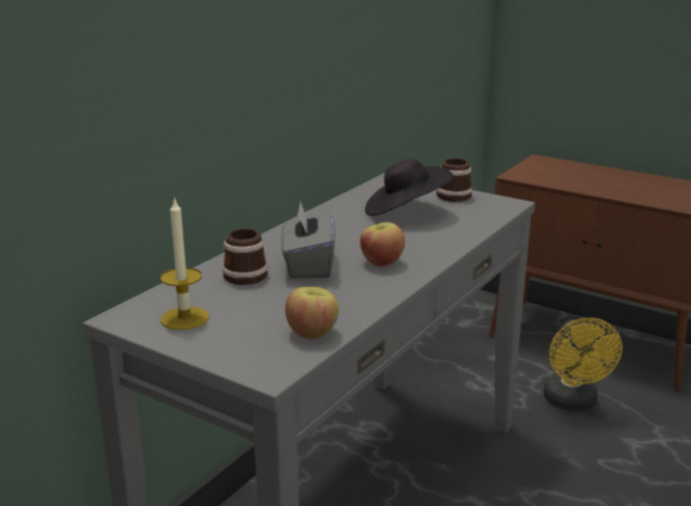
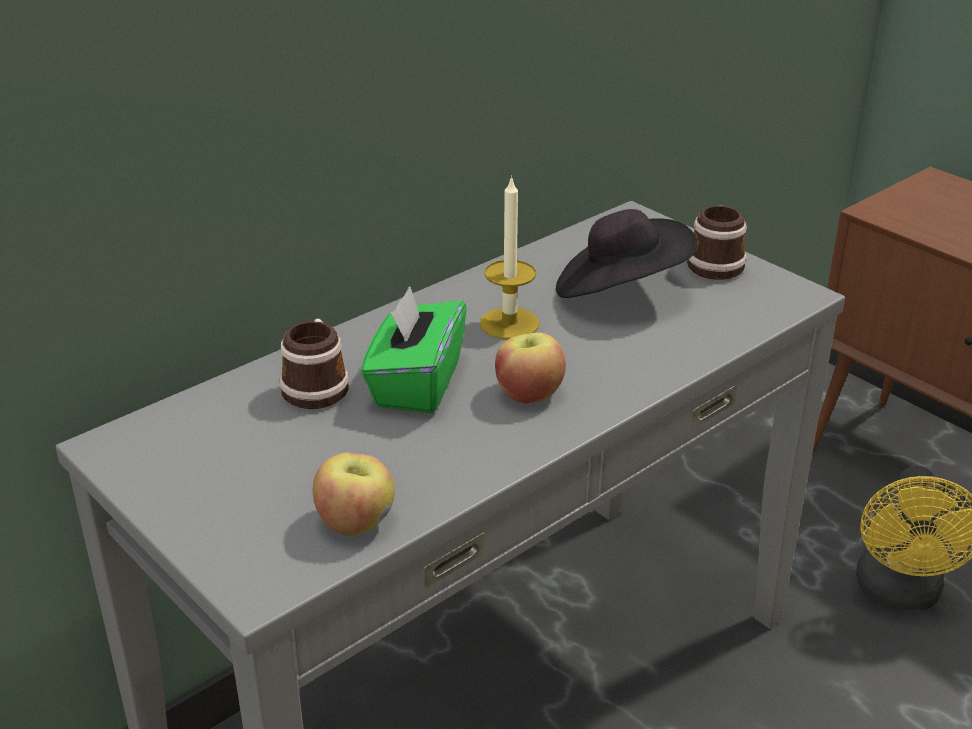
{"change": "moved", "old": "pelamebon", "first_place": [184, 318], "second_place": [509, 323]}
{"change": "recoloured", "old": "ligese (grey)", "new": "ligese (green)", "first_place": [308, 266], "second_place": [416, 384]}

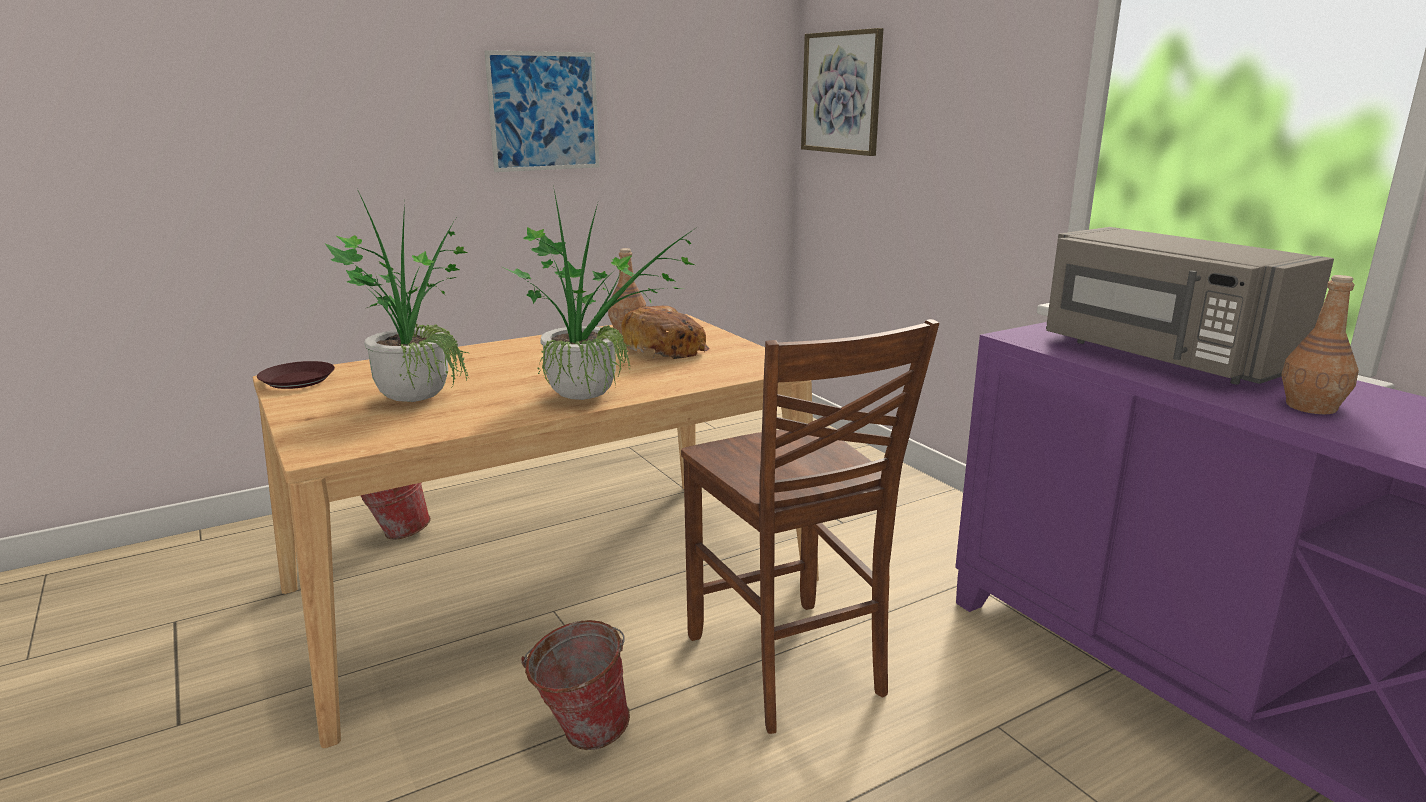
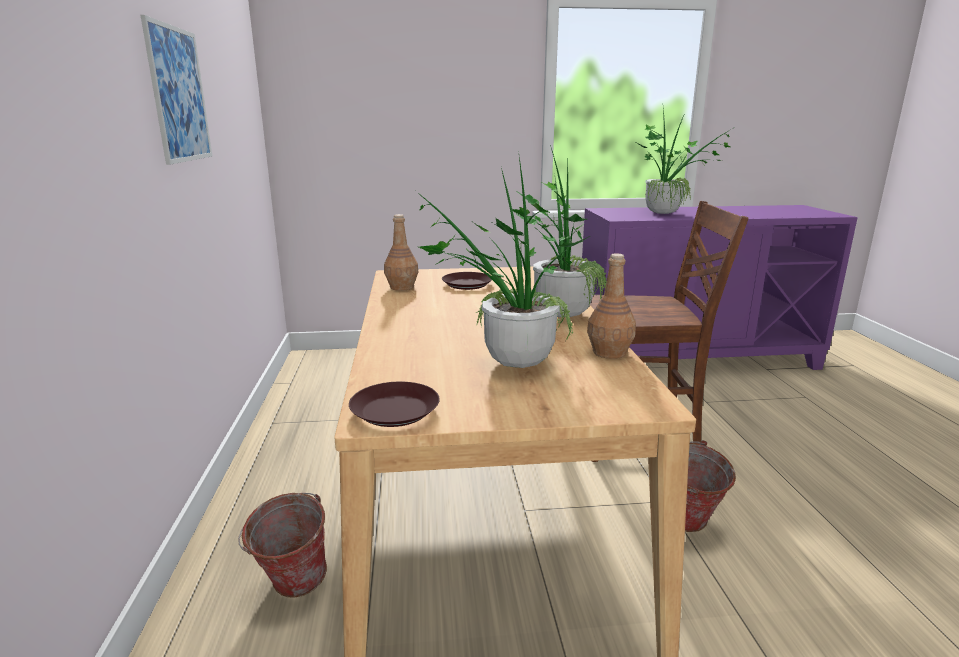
{"change": "replaced", "old": "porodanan", "new": "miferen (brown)", "first_place": [666, 349], "second_place": [467, 285]}
{"change": "removed", "old": "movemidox", "first_place": [841, 93]}
{"change": "replaced", "old": "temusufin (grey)", "new": "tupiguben", "first_place": [1160, 357], "second_place": [668, 213]}
{"change": "moved", "old": "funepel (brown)", "first_place": [1311, 406], "second_place": [609, 352]}

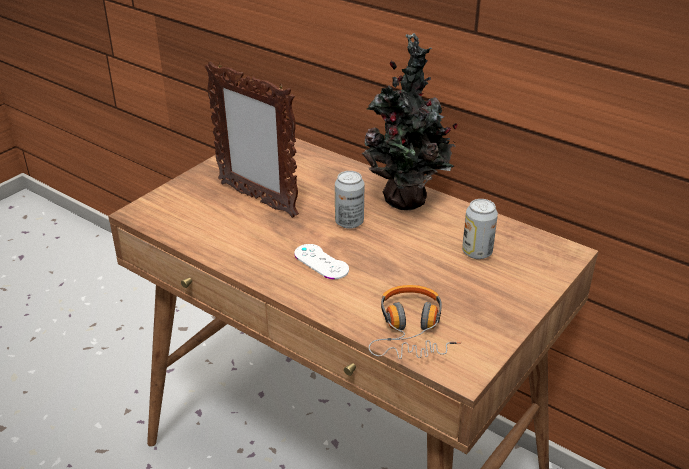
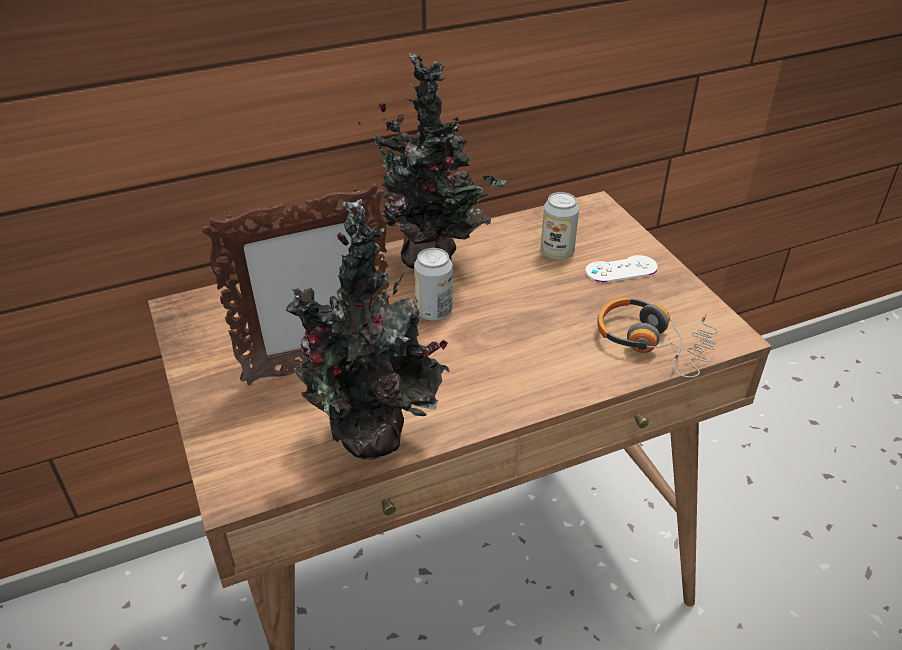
{"change": "moved", "old": "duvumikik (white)", "first_place": [321, 262], "second_place": [621, 269]}
{"change": "added", "new": "tupiguben", "second_place": [373, 442]}

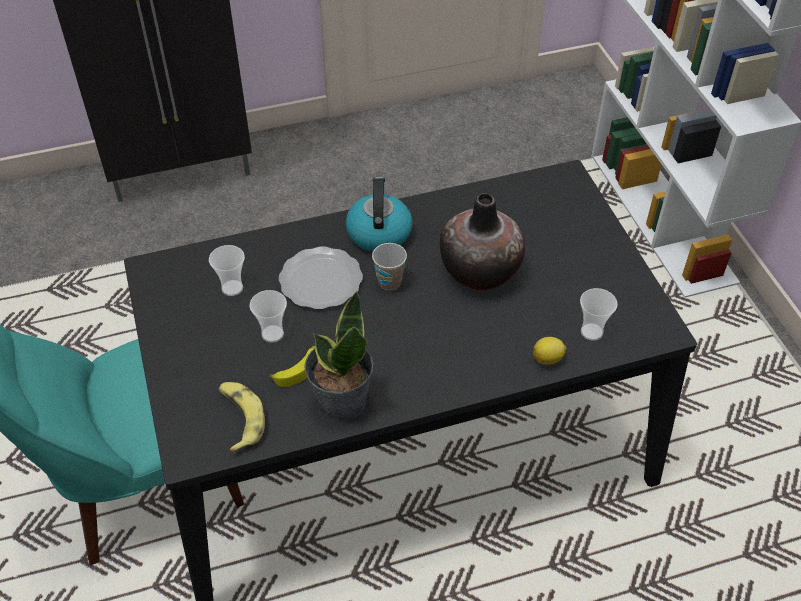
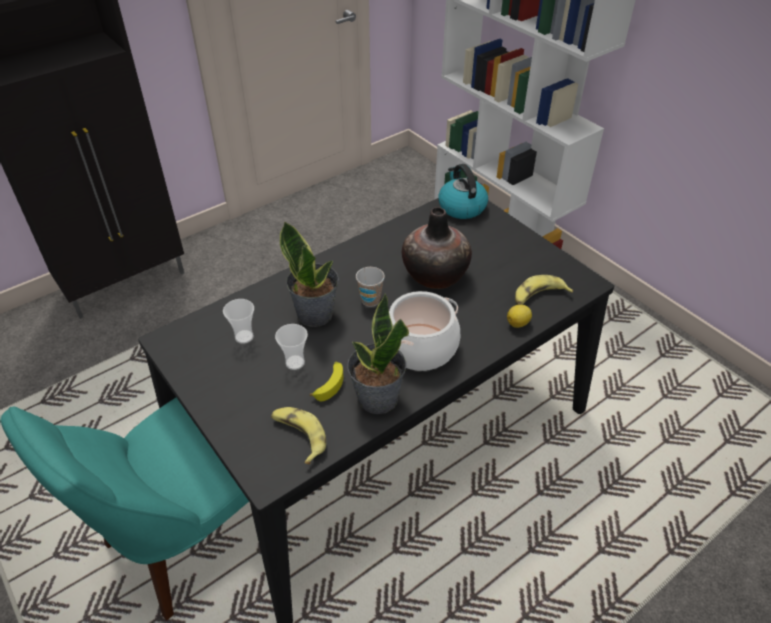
{"change": "replaced", "old": "miferen", "new": "tupiguben", "first_place": [321, 281], "second_place": [315, 313]}
{"change": "moved", "old": "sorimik", "first_place": [378, 232], "second_place": [461, 207]}
{"change": "replaced", "old": "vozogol", "new": "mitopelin", "first_place": [591, 332], "second_place": [538, 296]}
{"change": "added", "new": "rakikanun", "second_place": [420, 347]}

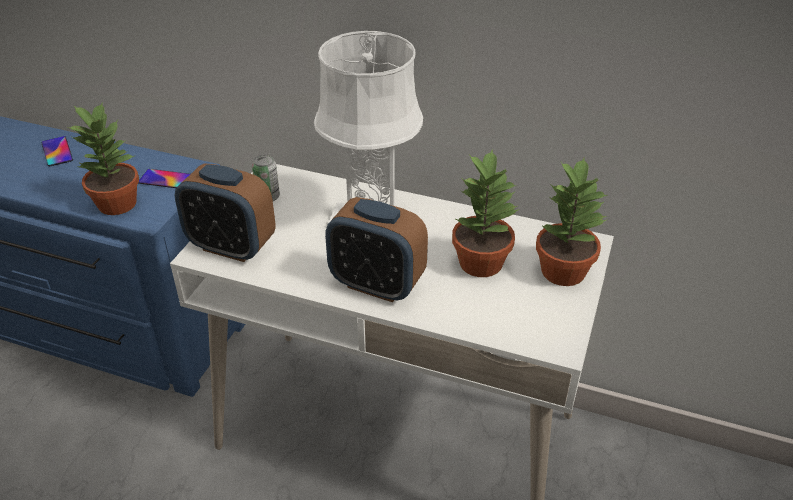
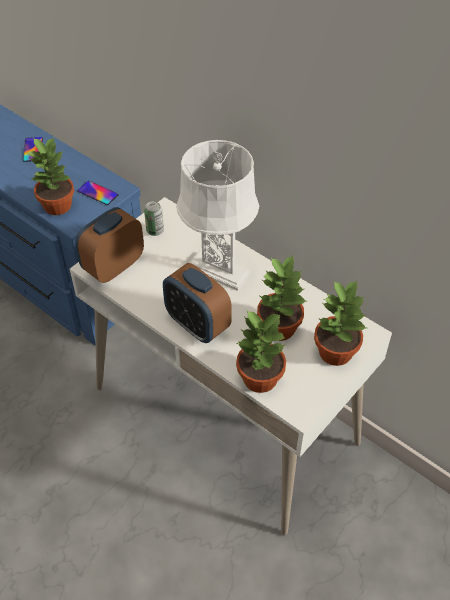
{"change": "turned", "old": "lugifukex", "first_place": [231, 247], "second_place": [113, 266], "degrees": 90}
{"change": "added", "new": "tupiguben", "second_place": [259, 378]}

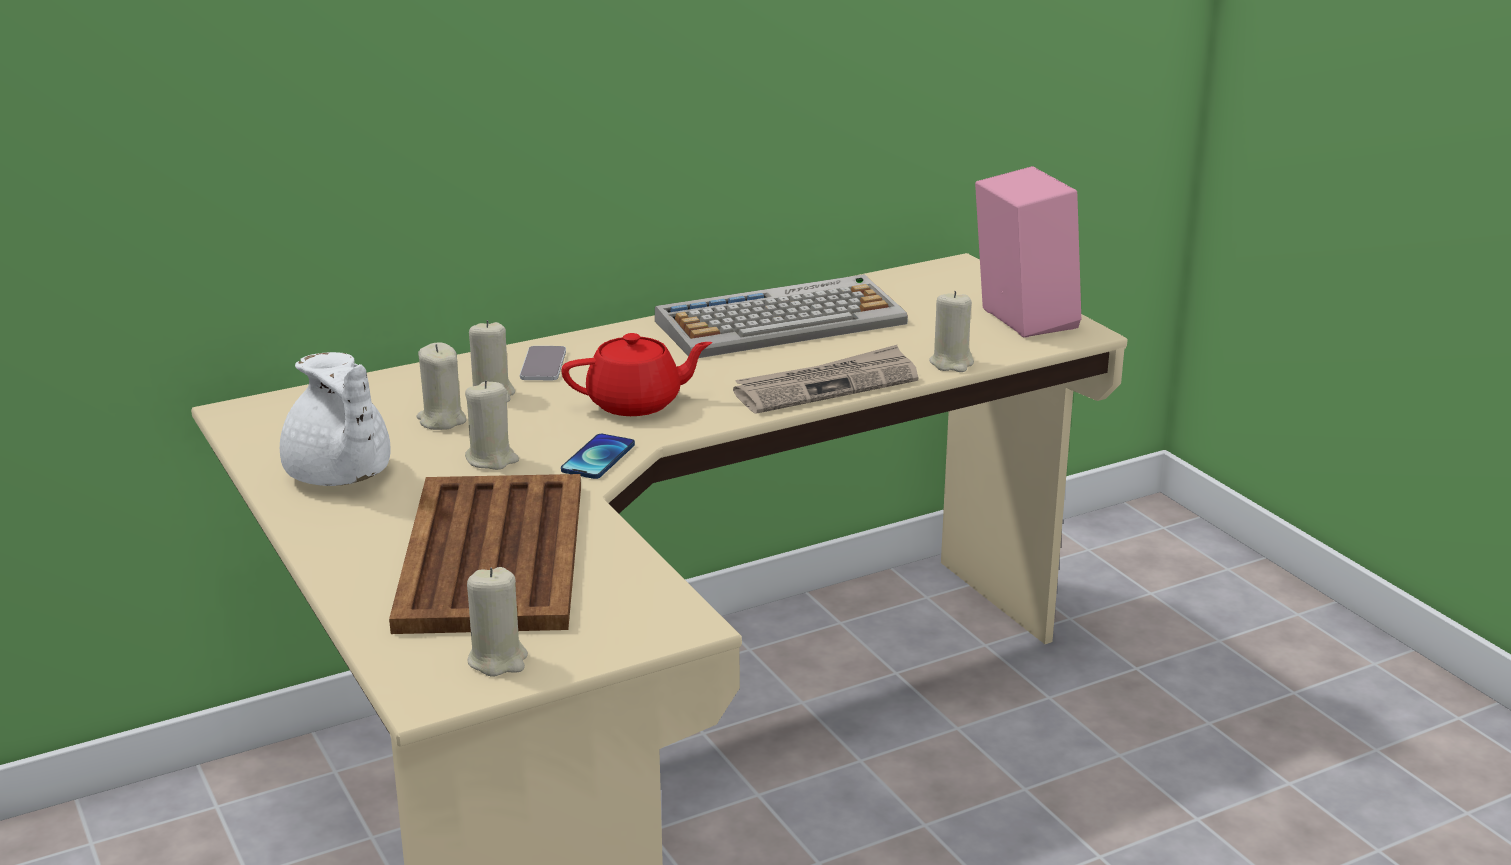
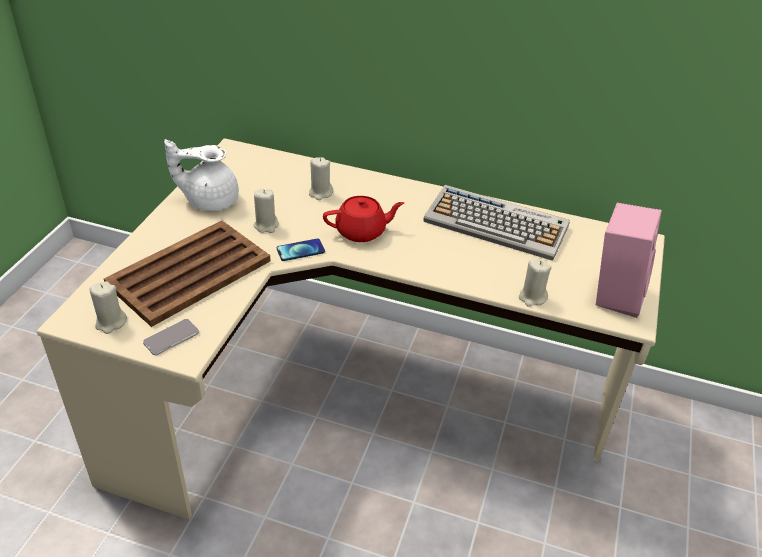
{"change": "turned", "old": "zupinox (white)", "first_place": [339, 476], "second_place": [210, 200], "degrees": 75}
{"change": "removed", "old": "pelamebon (beige)", "first_place": [441, 420]}
{"change": "moved", "old": "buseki", "first_place": [543, 365], "second_place": [171, 337]}
{"change": "turned", "old": "zupinox (red)", "first_place": [636, 403], "second_place": [362, 231], "degrees": -45}
{"change": "removed", "old": "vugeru", "first_place": [826, 386]}

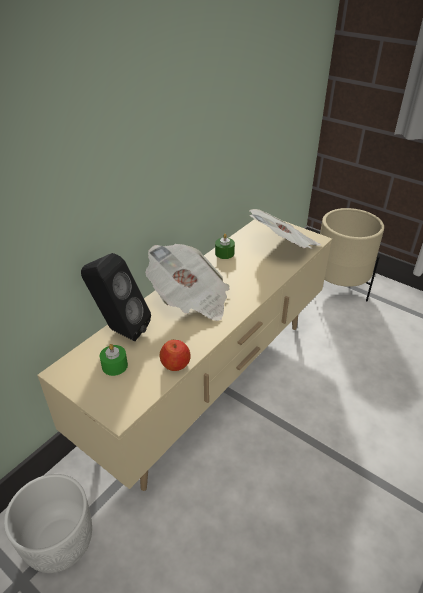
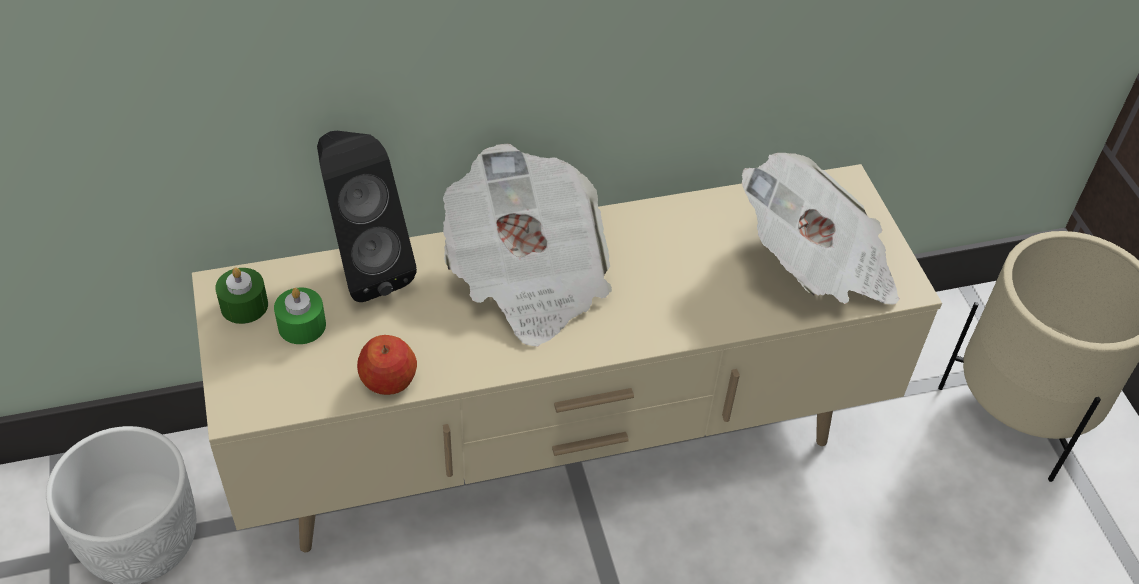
{"change": "moved", "old": "pelamebon (green)", "first_place": [224, 253], "second_place": [244, 305]}

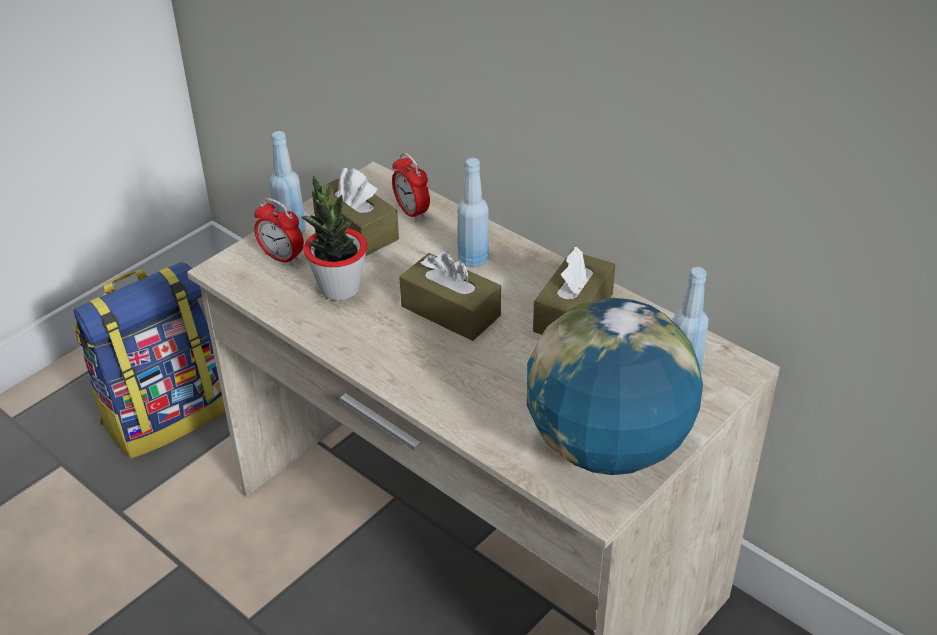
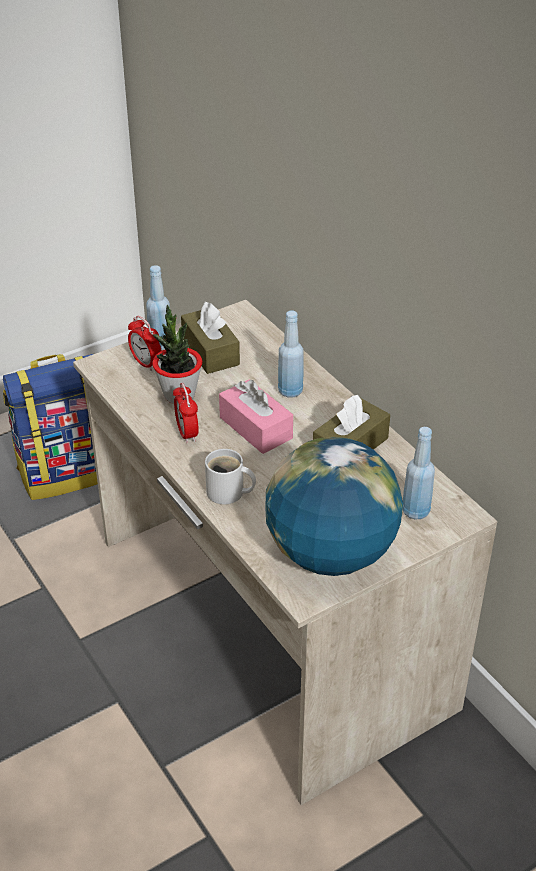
{"change": "moved", "old": "lugifukex", "first_place": [411, 212], "second_place": [187, 433]}
{"change": "recoloured", "old": "ligese (brown)", "new": "ligese (pink)", "first_place": [450, 311], "second_place": [255, 428]}
{"change": "added", "new": "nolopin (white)", "second_place": [228, 493]}

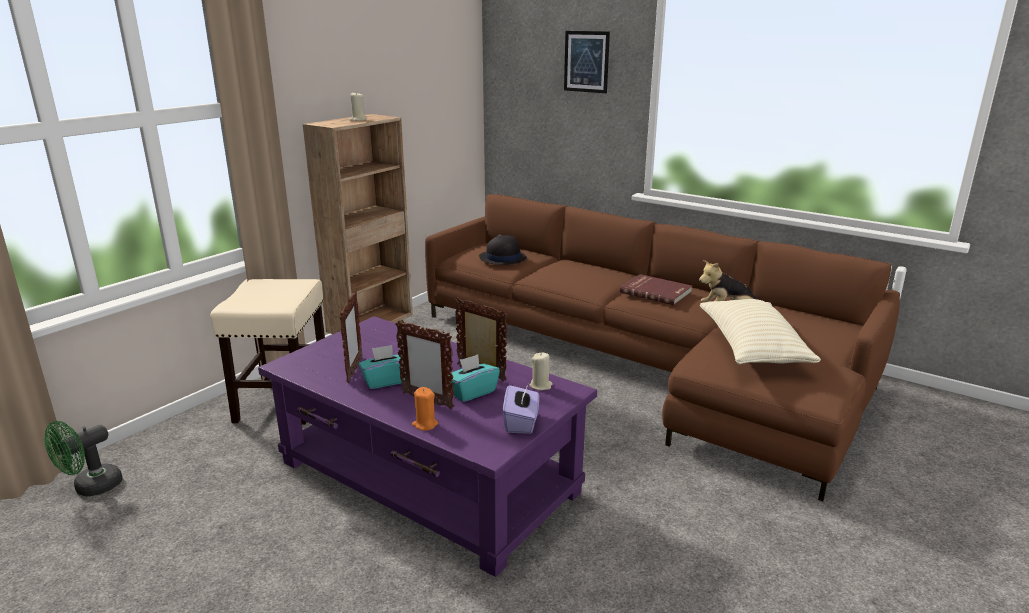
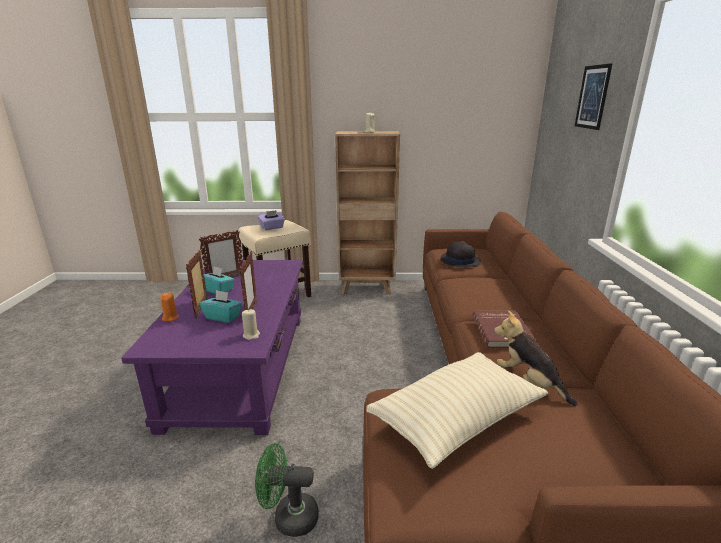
{"change": "moved", "old": "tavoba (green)", "first_place": [91, 488], "second_place": [289, 517]}
{"change": "moved", "old": "ligese (purple)", "first_place": [521, 422], "second_place": [272, 228]}

